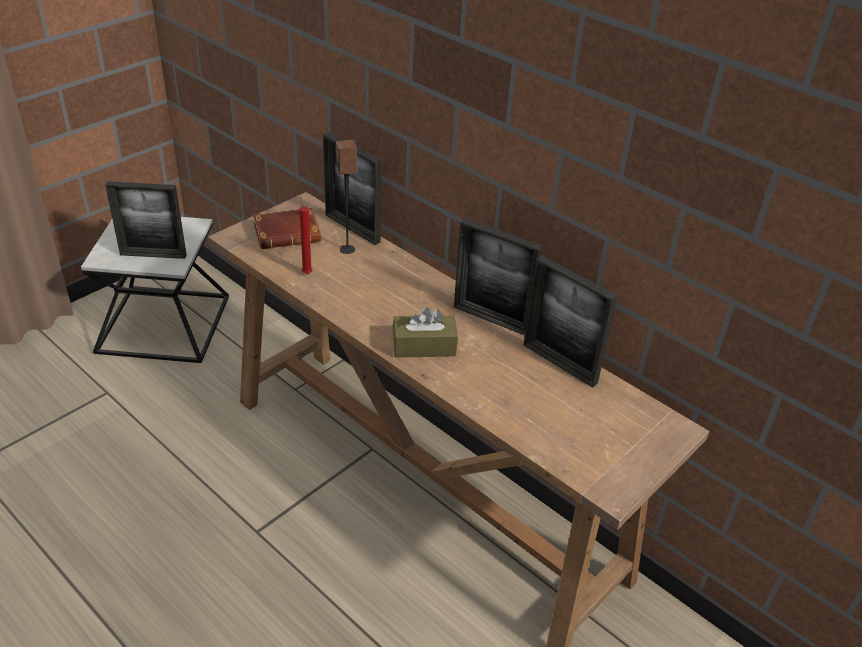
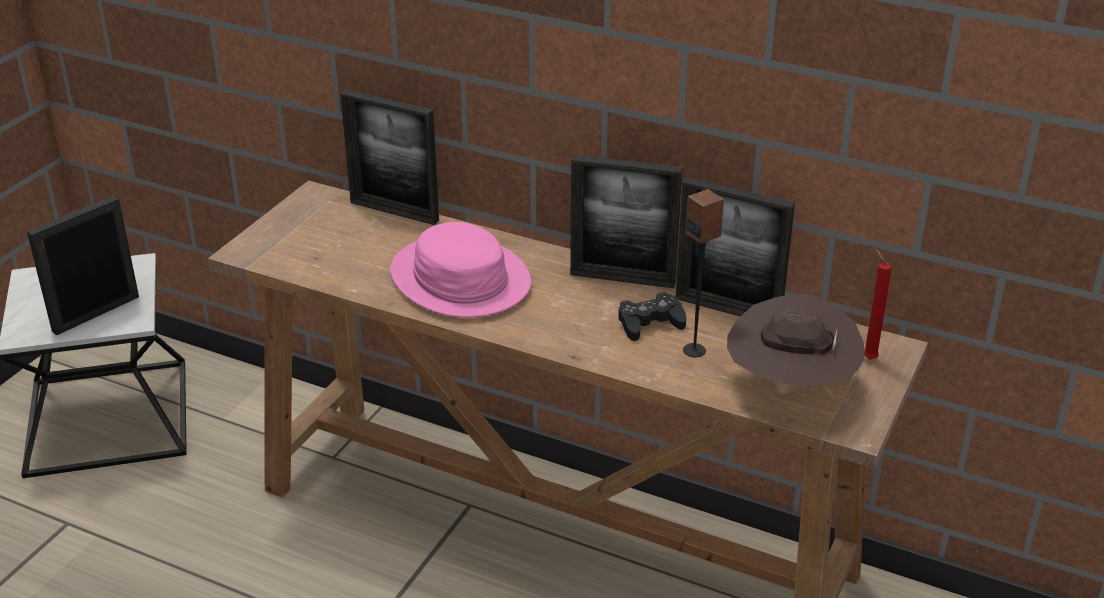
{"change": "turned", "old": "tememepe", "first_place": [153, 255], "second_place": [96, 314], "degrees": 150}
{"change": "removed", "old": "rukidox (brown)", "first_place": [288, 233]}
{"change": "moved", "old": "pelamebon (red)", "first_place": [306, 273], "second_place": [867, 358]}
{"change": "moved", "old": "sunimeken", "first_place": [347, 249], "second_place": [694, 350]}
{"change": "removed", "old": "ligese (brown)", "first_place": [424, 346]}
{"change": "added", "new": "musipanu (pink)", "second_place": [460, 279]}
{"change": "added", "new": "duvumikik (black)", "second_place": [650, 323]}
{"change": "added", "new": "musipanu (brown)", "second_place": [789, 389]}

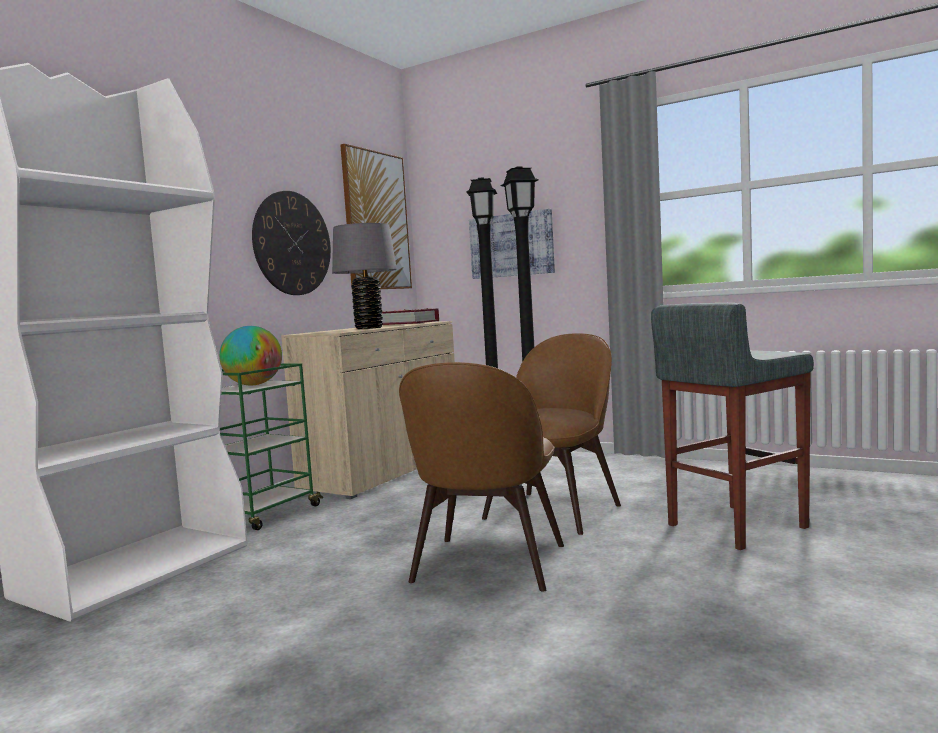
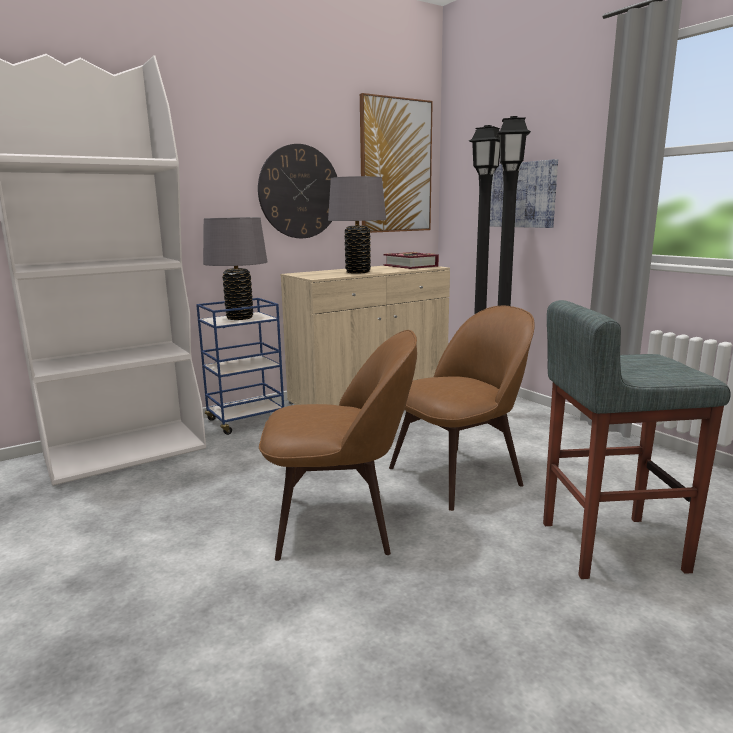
{"change": "replaced", "old": "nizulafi", "new": "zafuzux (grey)", "first_place": [253, 385], "second_place": [239, 318]}
{"change": "recoloured", "old": "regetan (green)", "new": "regetan (blue)", "first_place": [265, 515], "second_place": [247, 420]}
{"change": "turned", "old": "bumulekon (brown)", "first_place": [487, 566], "second_place": [340, 522], "degrees": -135}

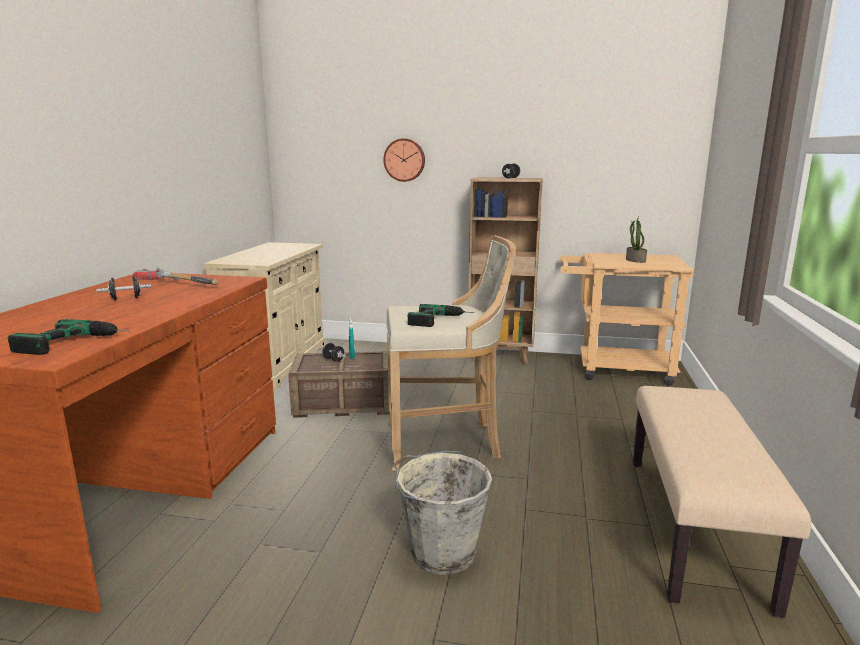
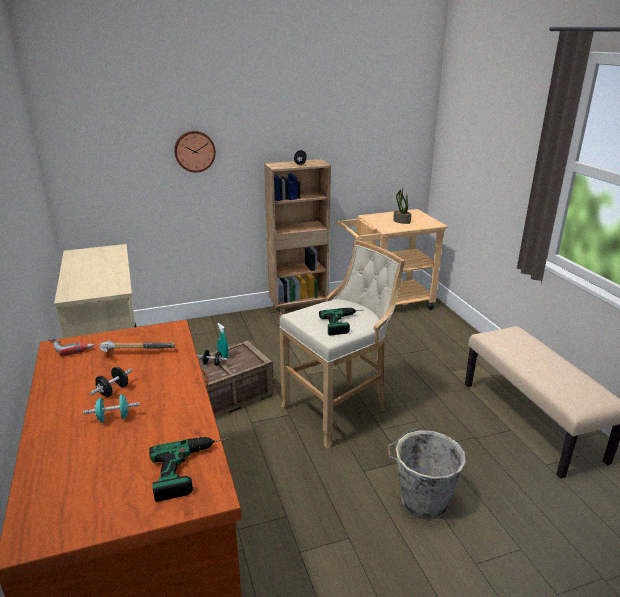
{"change": "added", "new": "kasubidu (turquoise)", "second_place": [113, 418]}

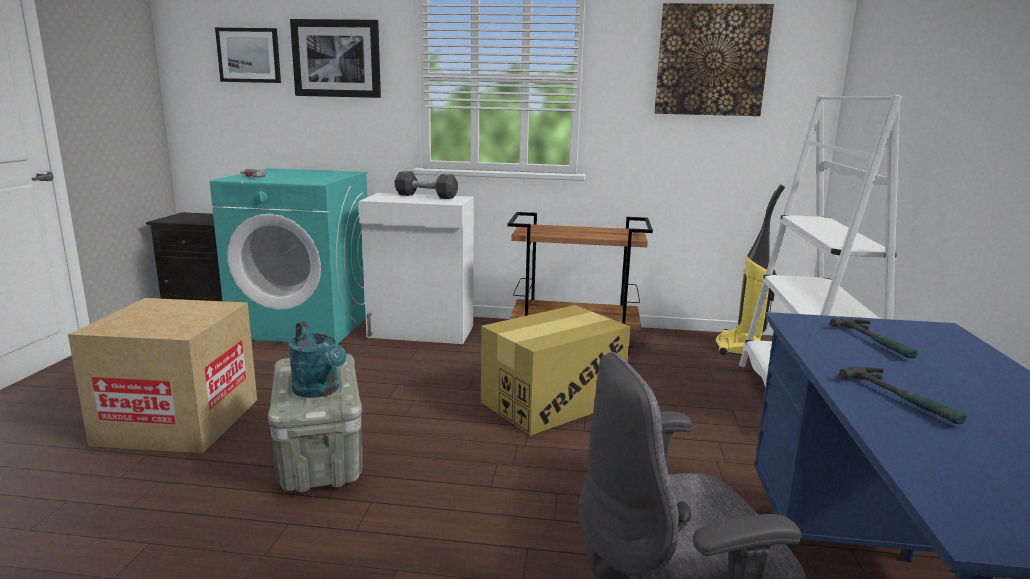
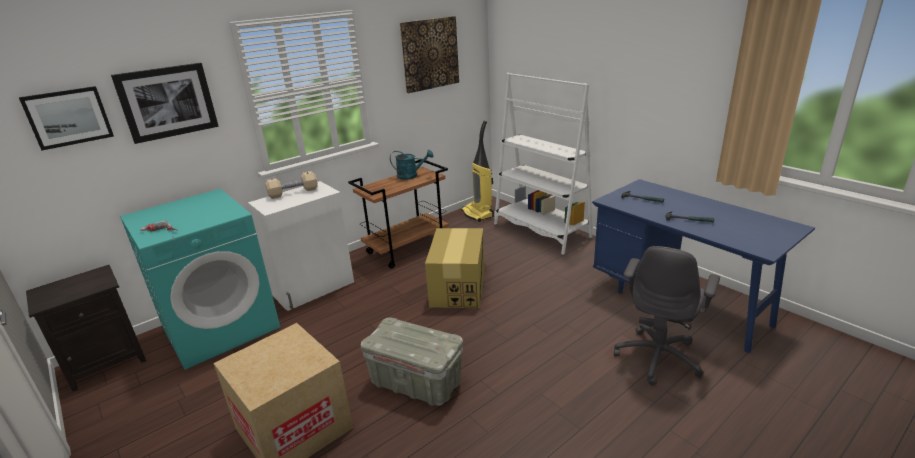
{"change": "moved", "old": "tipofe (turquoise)", "first_place": [319, 391], "second_place": [411, 176]}
{"change": "recoloured", "old": "kasubidu (black)", "new": "kasubidu (beige)", "first_place": [426, 196], "second_place": [293, 193]}

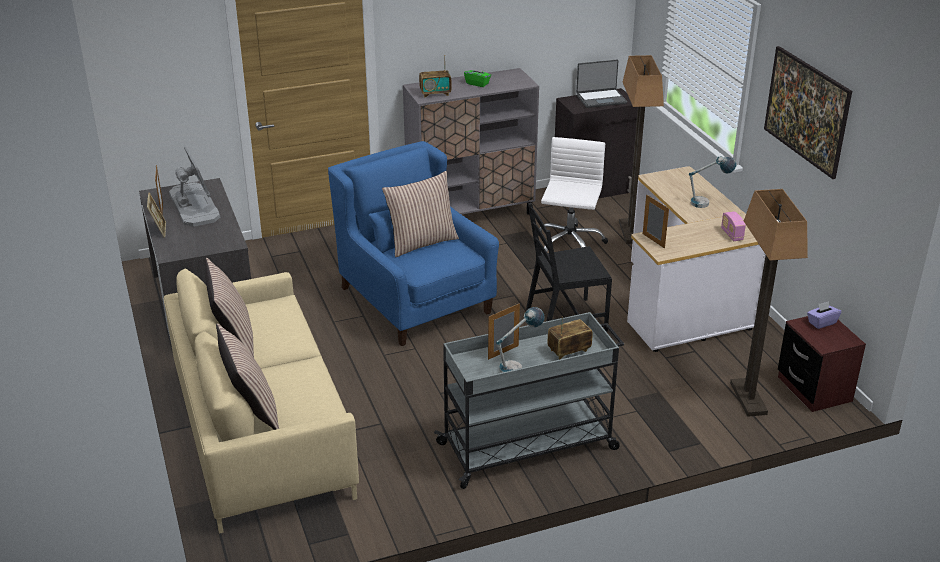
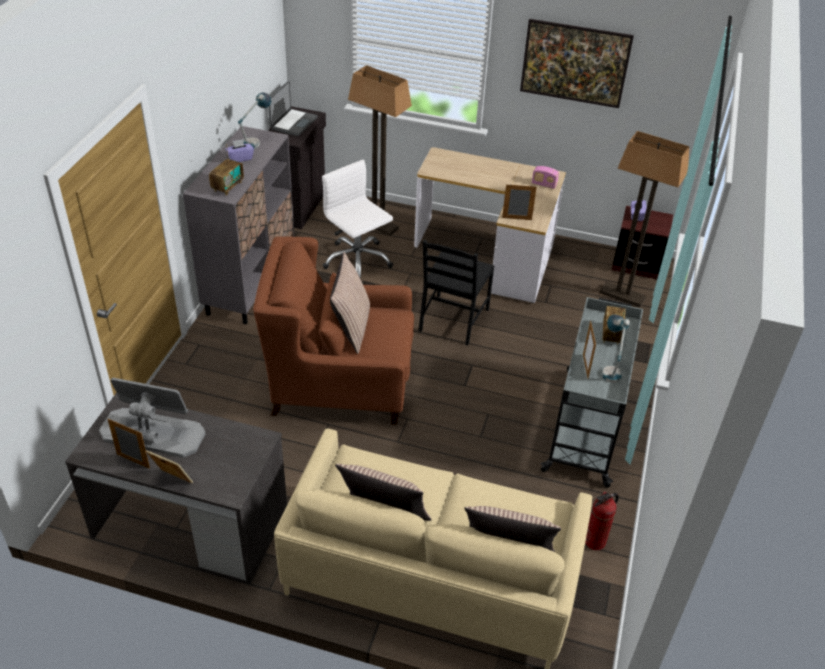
{"change": "recoloured", "old": "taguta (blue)", "new": "taguta (brown)", "first_place": [415, 300], "second_place": [340, 382]}
{"change": "recoloured", "old": "ligese (green)", "new": "ligese (purple)", "first_place": [477, 83], "second_place": [240, 158]}
{"change": "moved", "old": "zafuzux", "first_place": [708, 203], "second_place": [256, 141]}
{"change": "added", "new": "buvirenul", "second_place": [595, 542]}

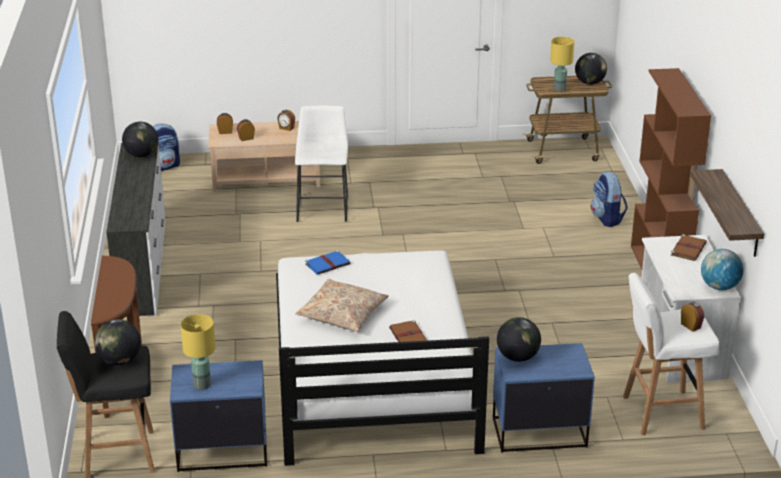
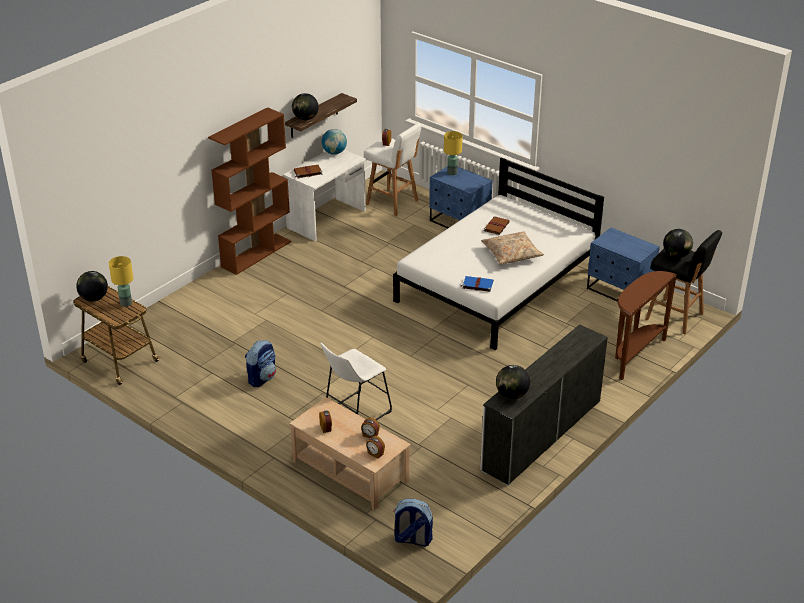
{"change": "moved", "old": "zafuzux (yellow)", "first_place": [202, 385], "second_place": [452, 172]}
{"change": "moved", "old": "nizulafi", "first_place": [517, 357], "second_place": [305, 118]}
{"change": "moved", "old": "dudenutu", "first_place": [607, 219], "second_place": [262, 378]}

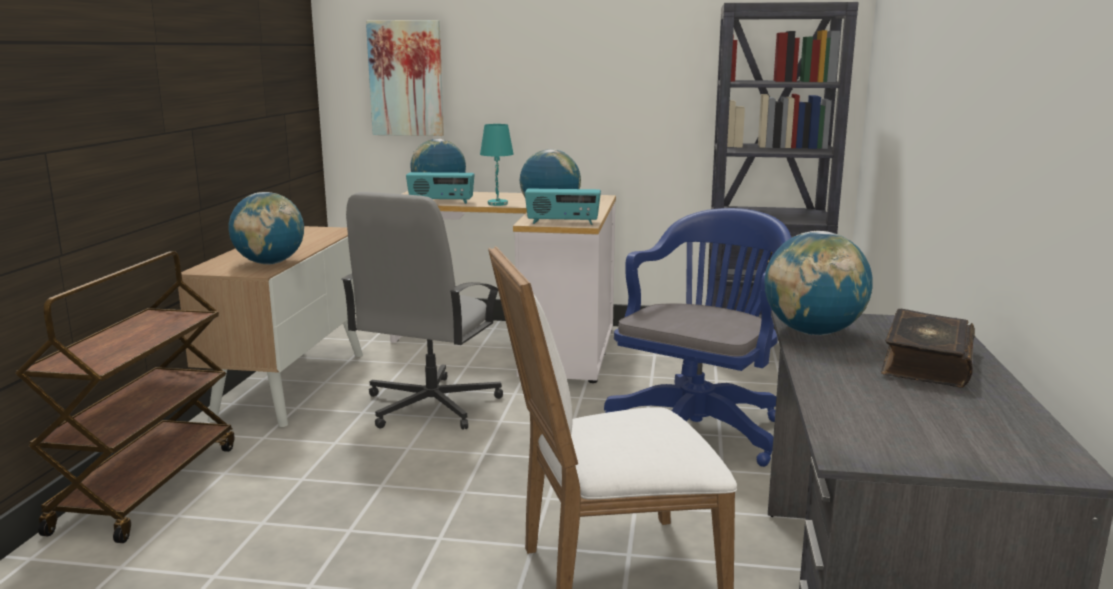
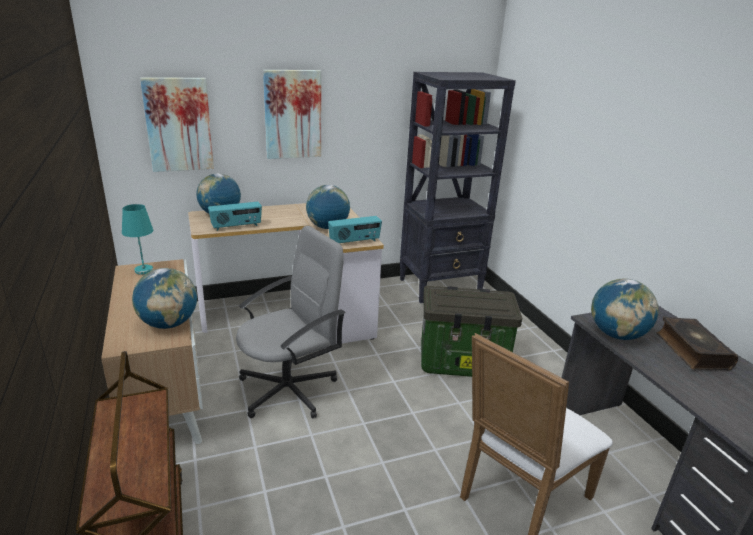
{"change": "turned", "old": "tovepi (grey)", "first_place": [430, 406], "second_place": [289, 389], "degrees": -120}
{"change": "moved", "old": "zafuzux (turquoise)", "first_place": [498, 204], "second_place": [144, 270]}
{"change": "replaced", "old": "tovepi (blue)", "new": "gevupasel", "first_place": [699, 428], "second_place": [463, 362]}
{"change": "added", "new": "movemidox", "second_place": [292, 114]}

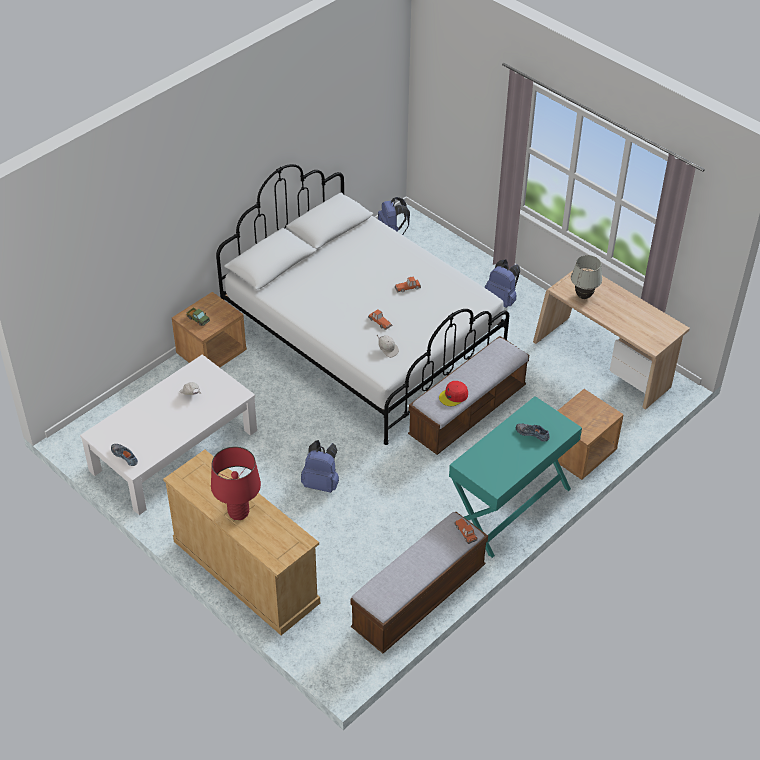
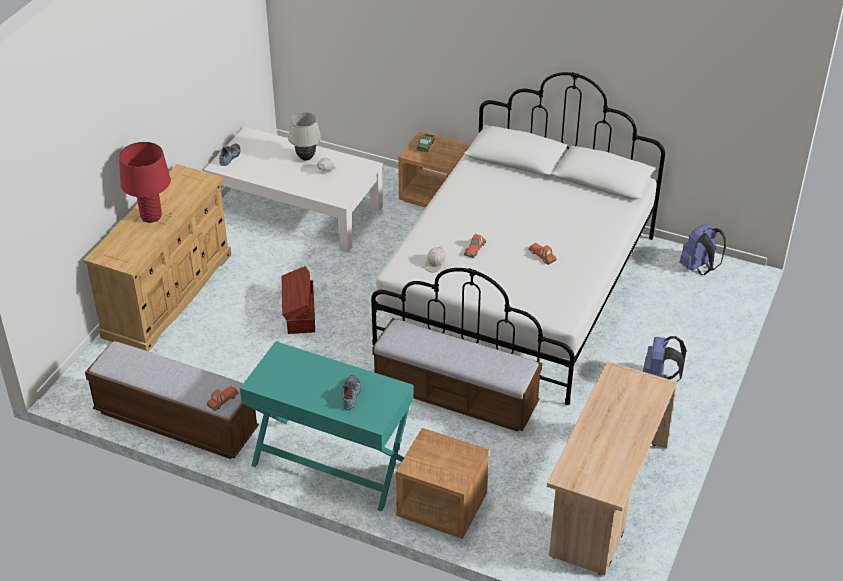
{"change": "replaced", "old": "dudenutu (blue)", "new": "gevupasel (brown)", "first_place": [321, 483], "second_place": [299, 314]}
{"change": "removed", "old": "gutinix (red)", "first_place": [453, 396]}
{"change": "moved", "old": "zafuzux (white)", "first_place": [583, 296], "second_place": [306, 158]}

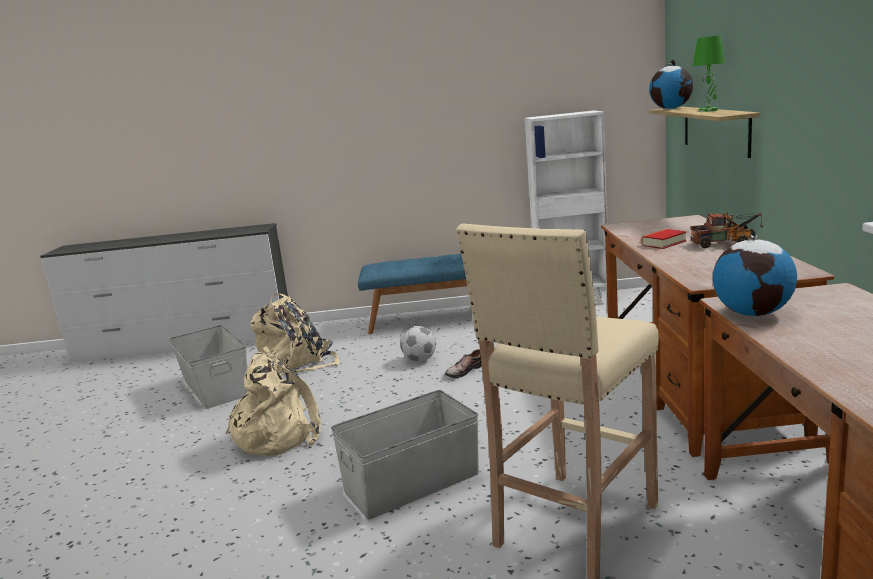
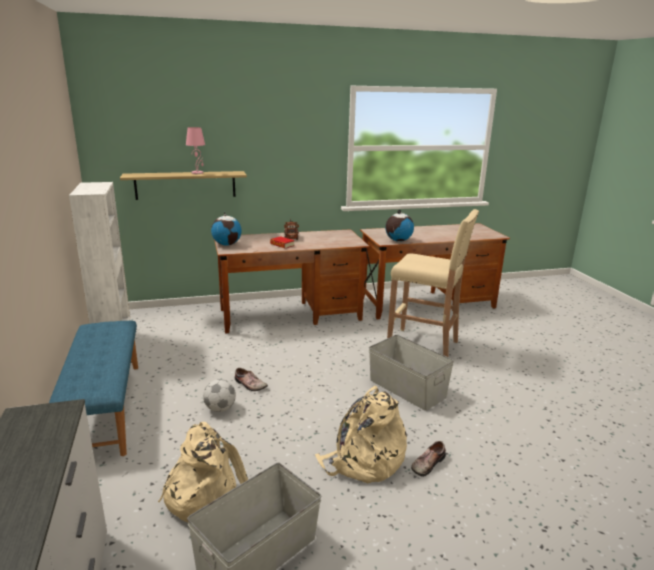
{"change": "moved", "old": "nizulafi", "first_place": [671, 108], "second_place": [227, 244]}
{"change": "recoloured", "old": "zafuzux (green)", "new": "zafuzux (pink)", "first_place": [708, 110], "second_place": [197, 173]}
{"change": "added", "new": "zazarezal", "second_place": [427, 463]}

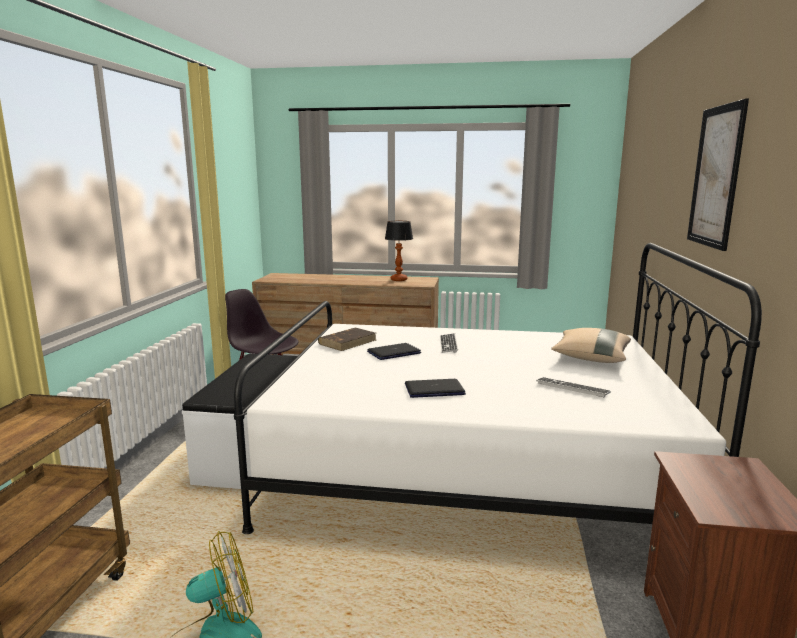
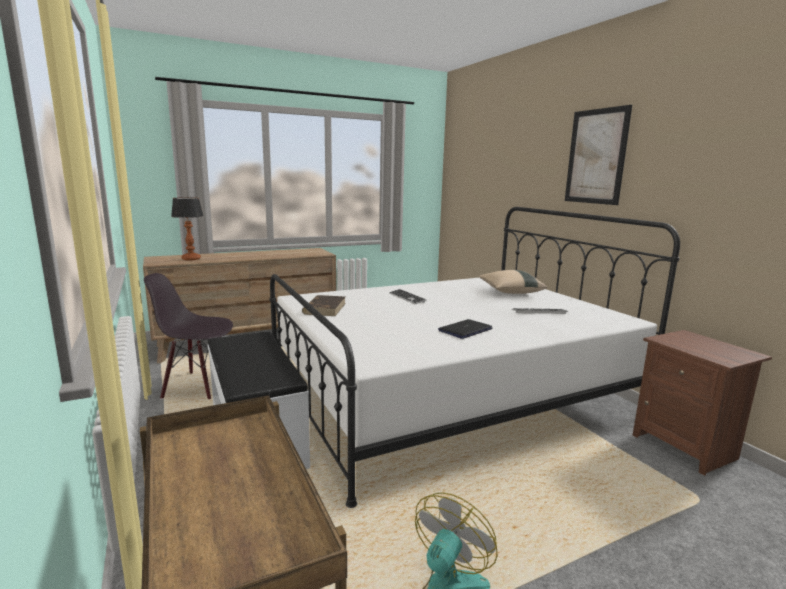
{"change": "removed", "old": "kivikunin", "first_place": [394, 352]}
{"change": "moved", "old": "zafuzux", "first_place": [398, 280], "second_place": [190, 259]}

